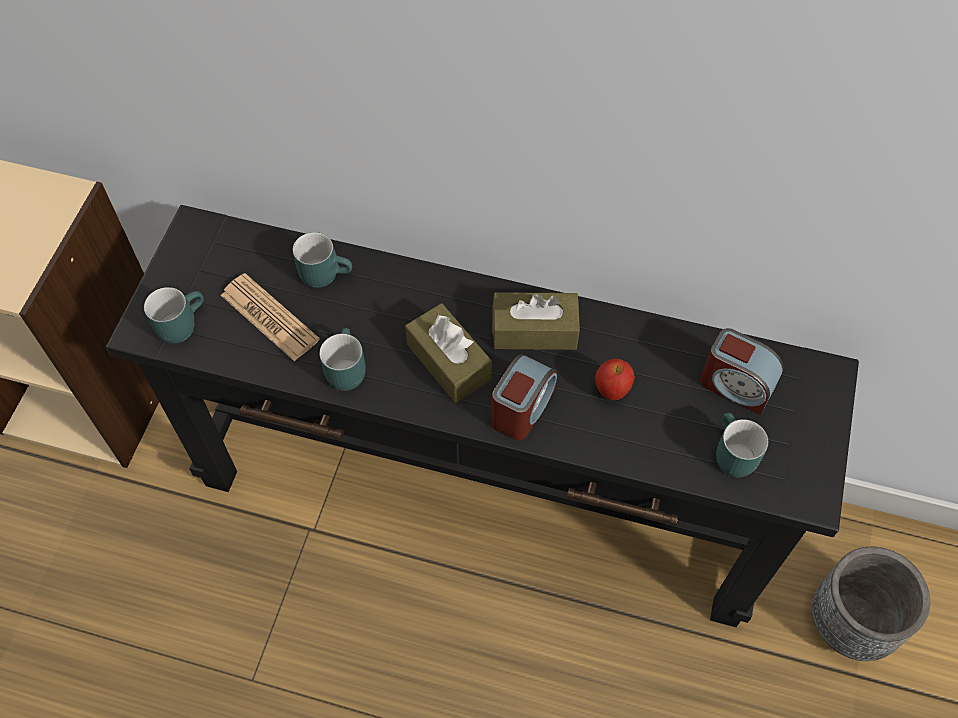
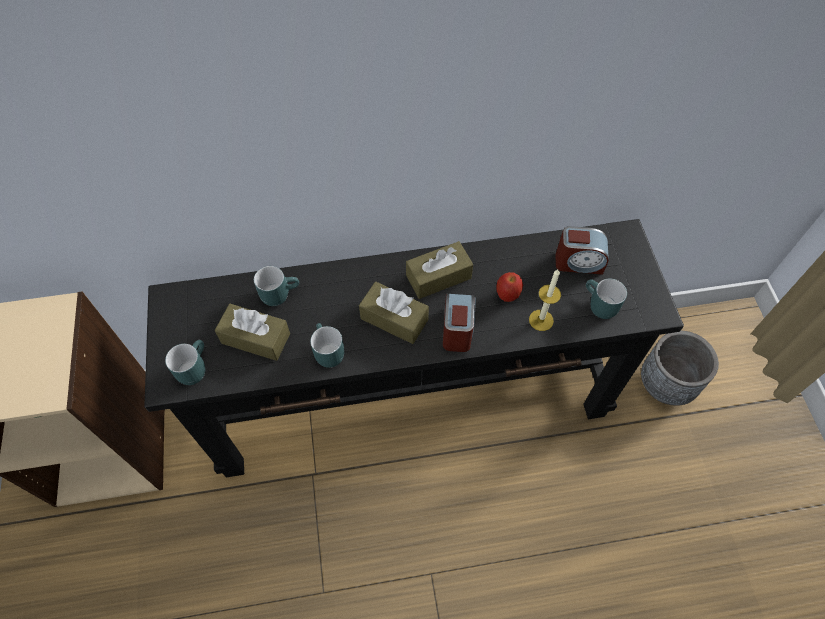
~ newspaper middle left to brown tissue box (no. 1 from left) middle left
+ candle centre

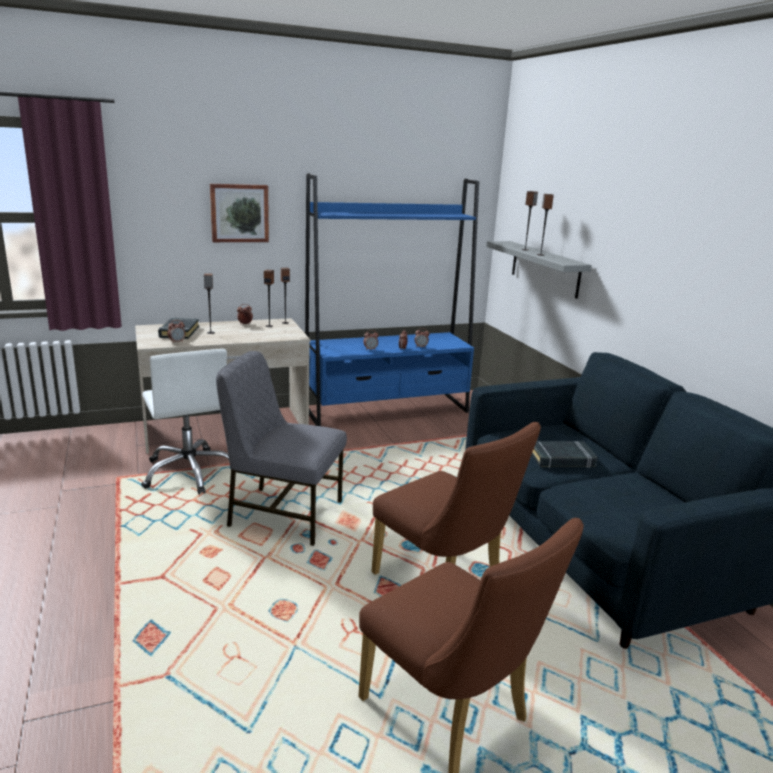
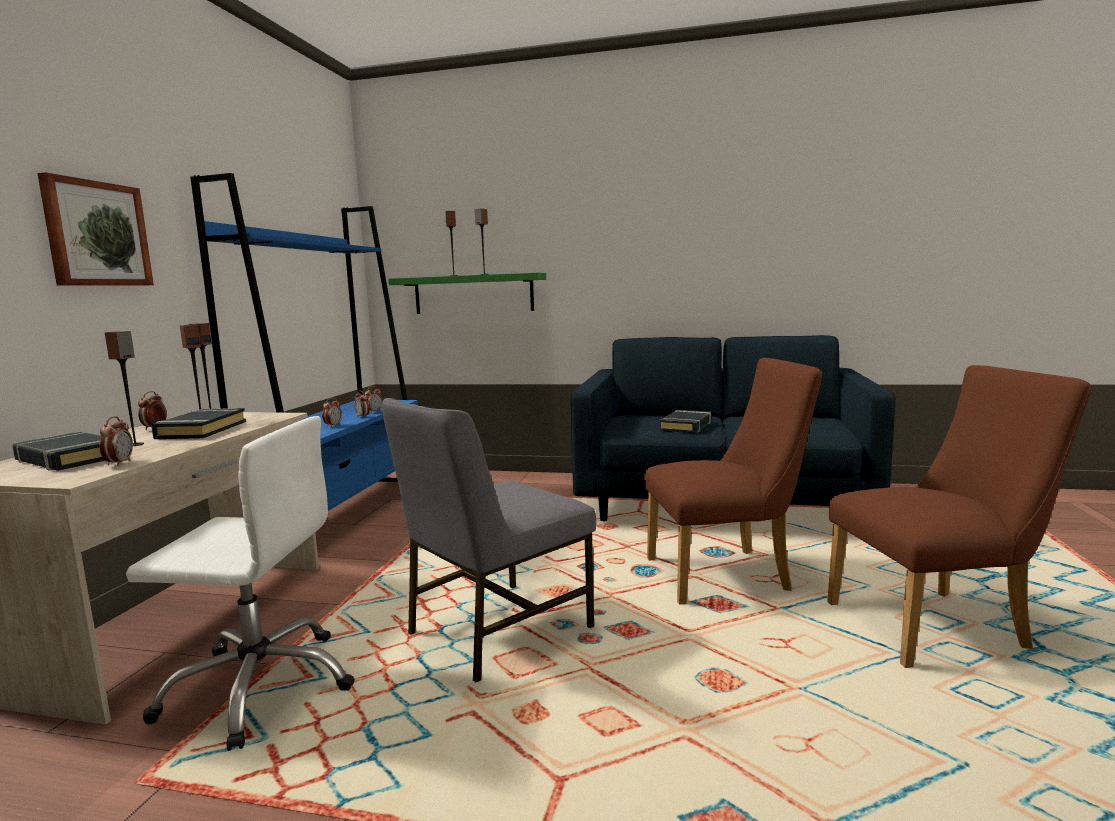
~ grey shelf middle right to green shelf centre
+ black book (no. 2 from left) middle left

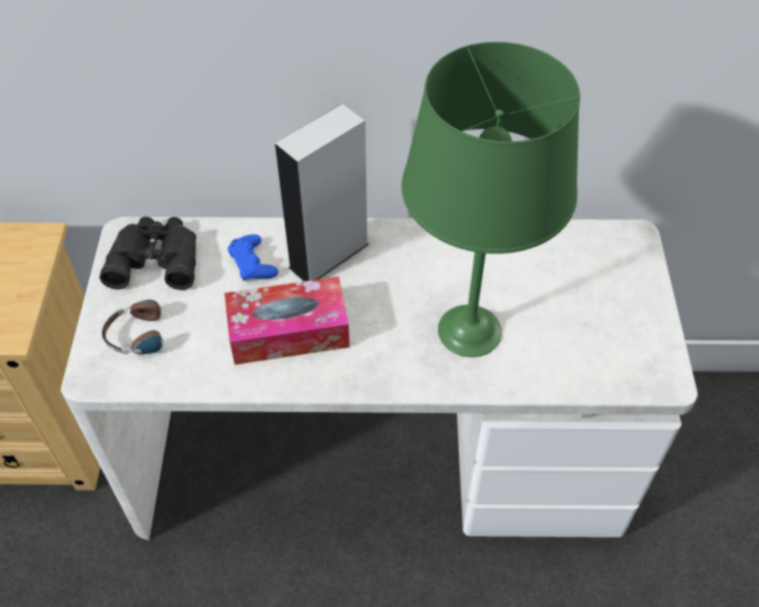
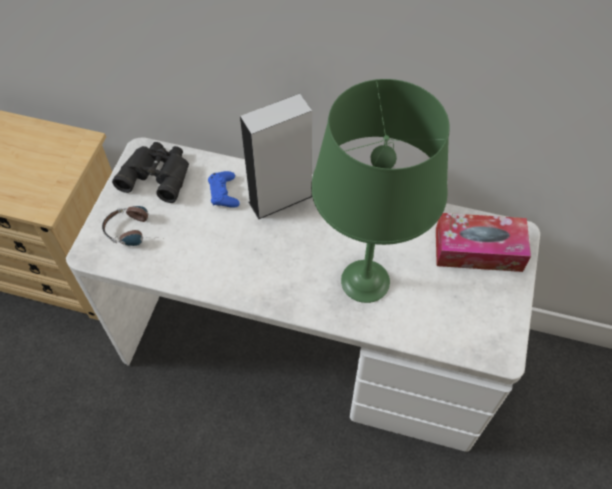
~ tissue box centre to middle right

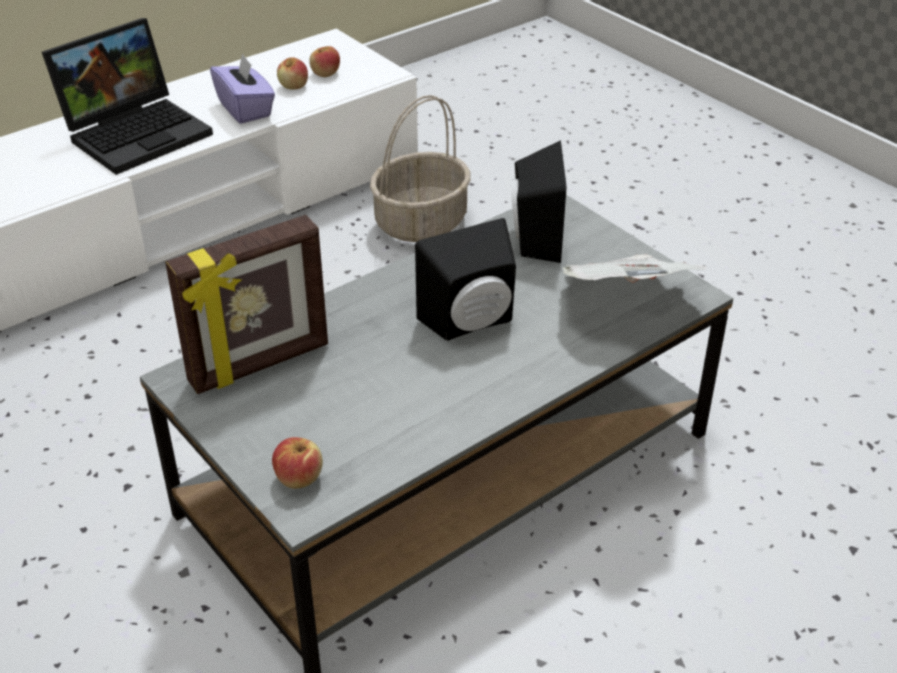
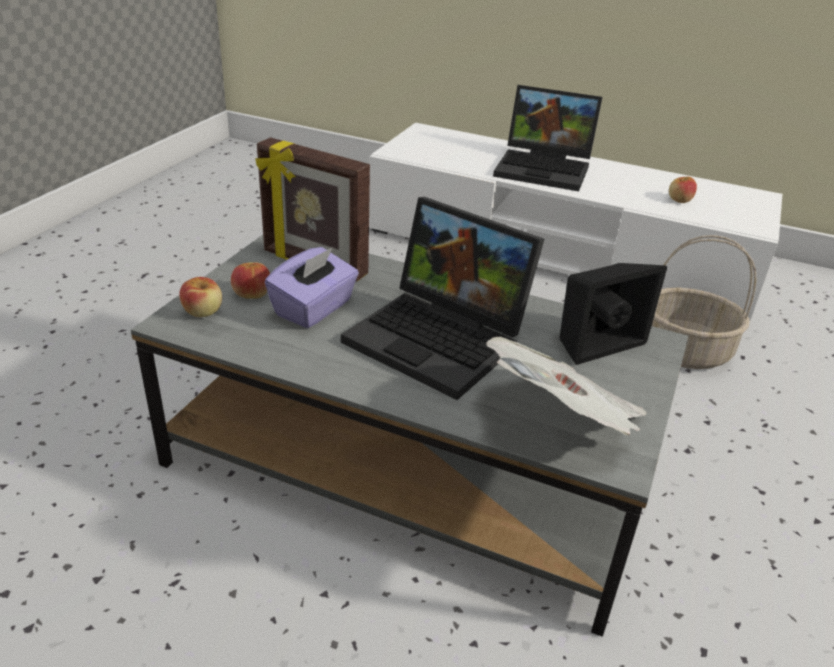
~ purple tissue box top left to centre
~ apple (no. 3 from left in the first image) top centre to apple (no. 2 from left) middle left
~ black speaker (no. 1 from left) centre to laptop (no. 1 from left) centre

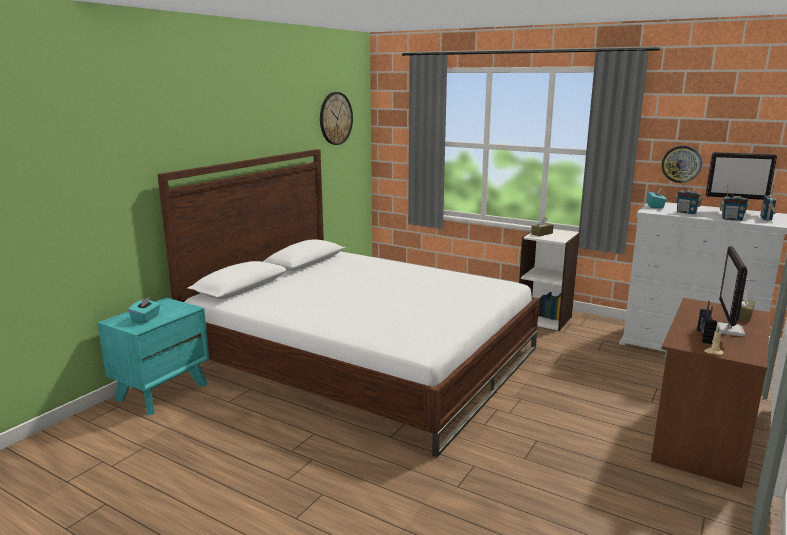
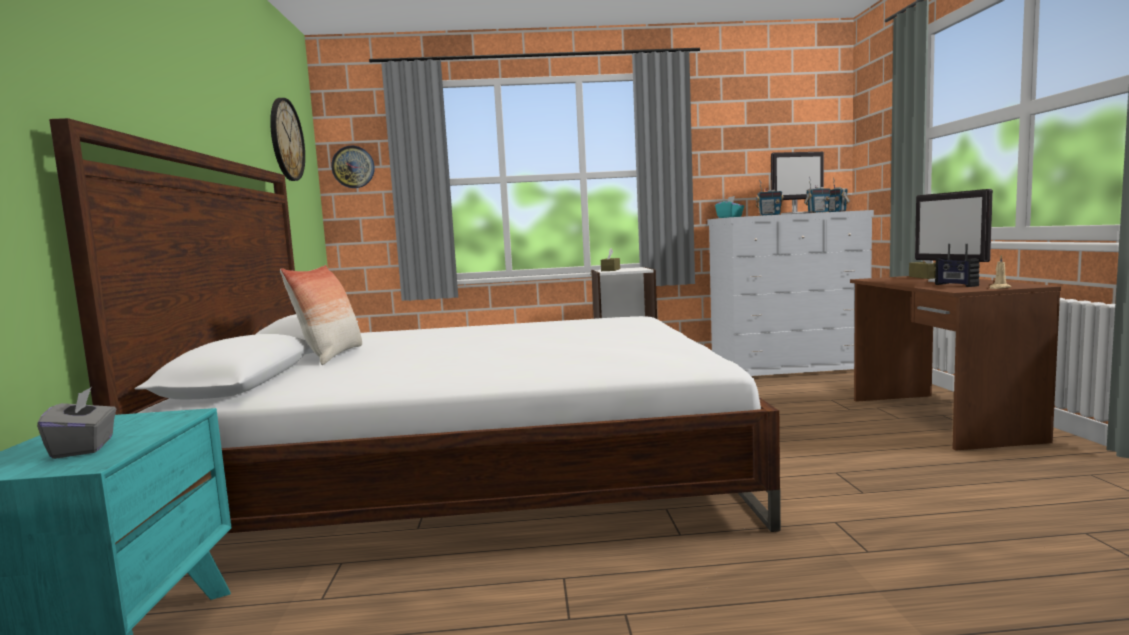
~ turquoise tissue box (no. 1 from left) middle left to grey tissue box middle left
~ wall clock (no. 2 from left) top right to top left
+ pillow middle left

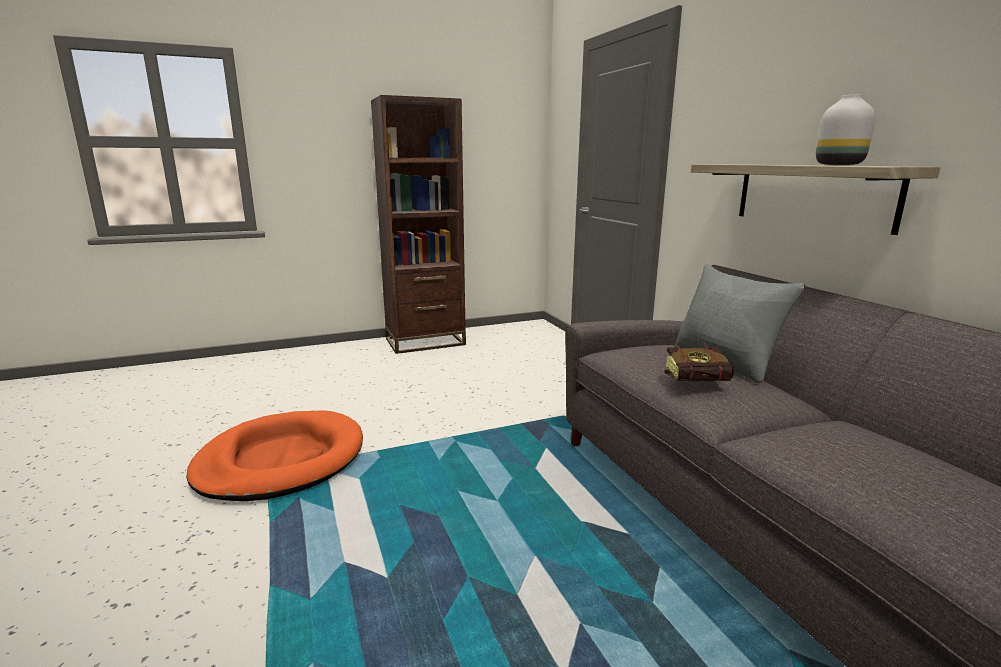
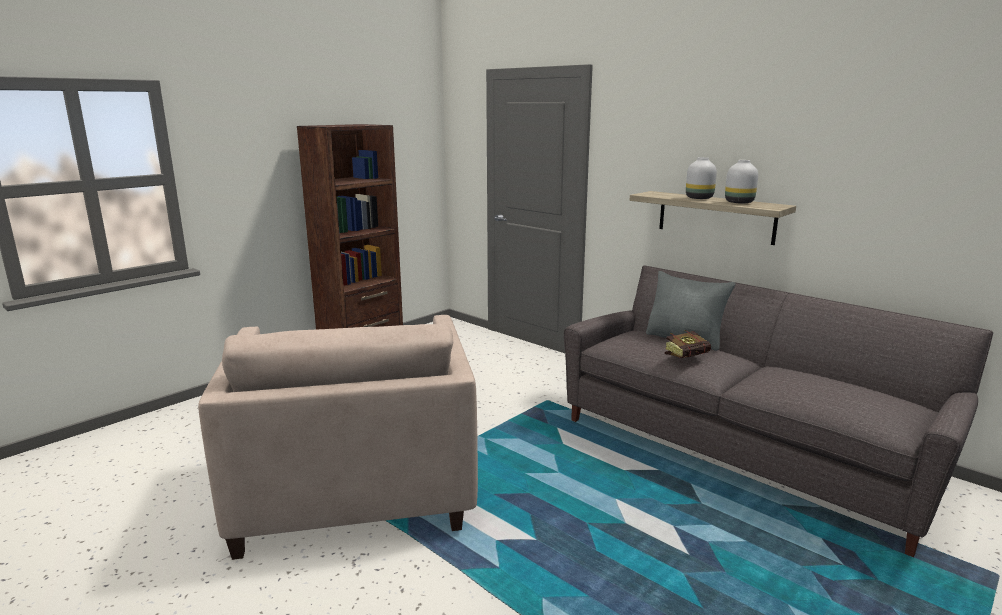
~ orange dog bed bottom left to beige armchair bottom centre
+ white vase (no. 1 from left) top right

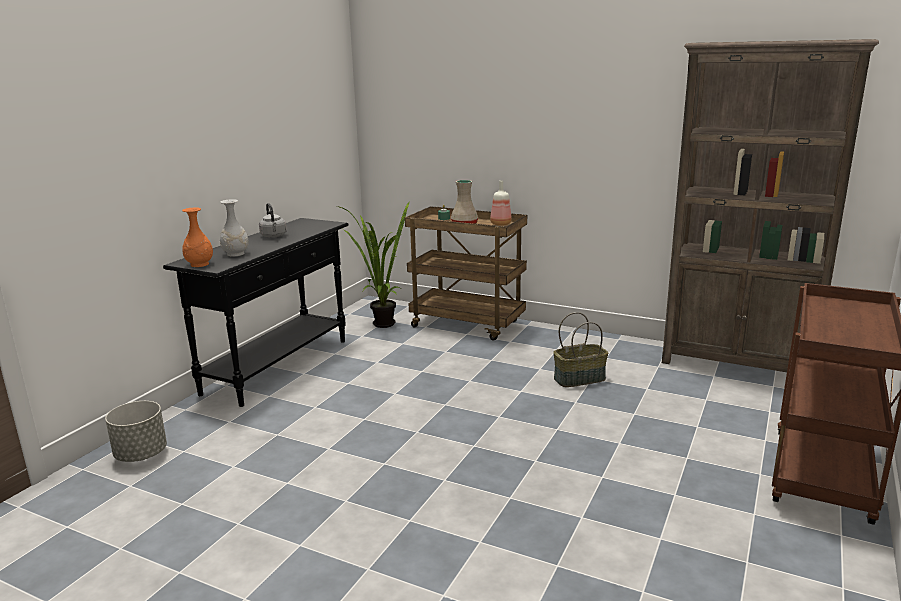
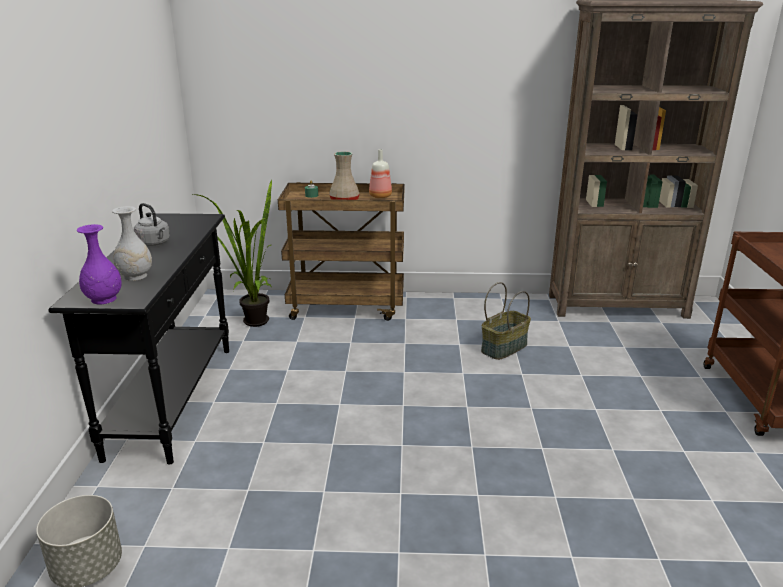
~ orange vase middle left to purple vase middle left

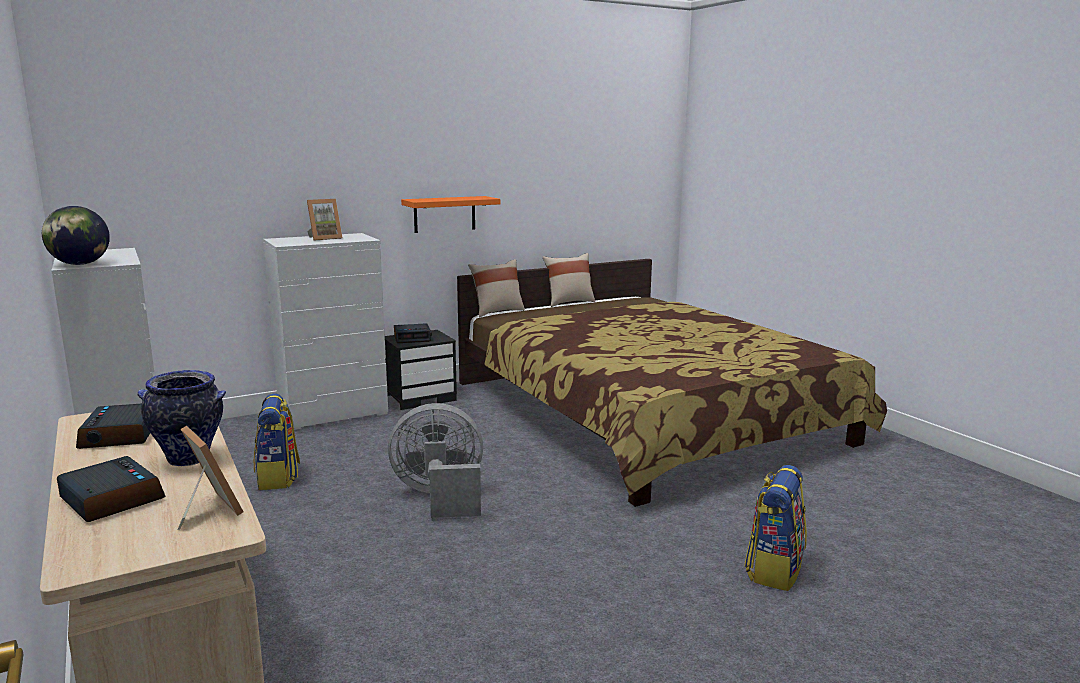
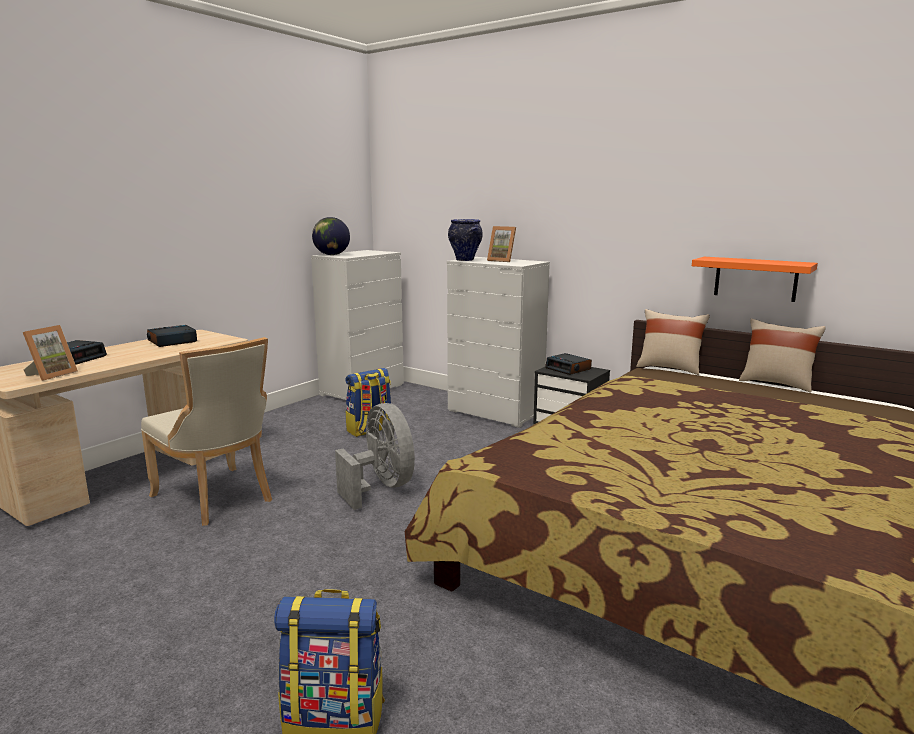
~ vase middle left to top centre
~ orange shelf top centre to middle right
+ beige chair middle left

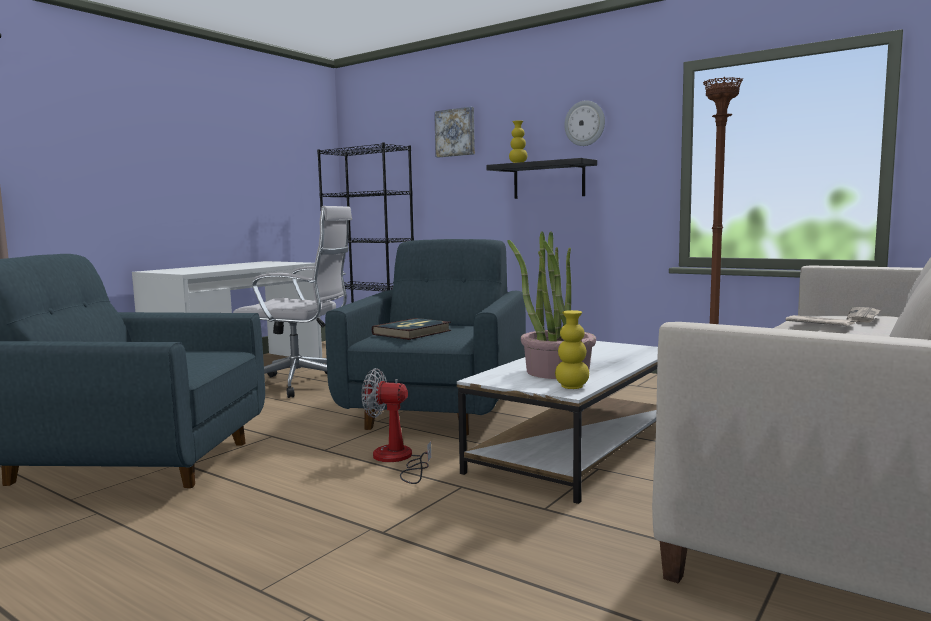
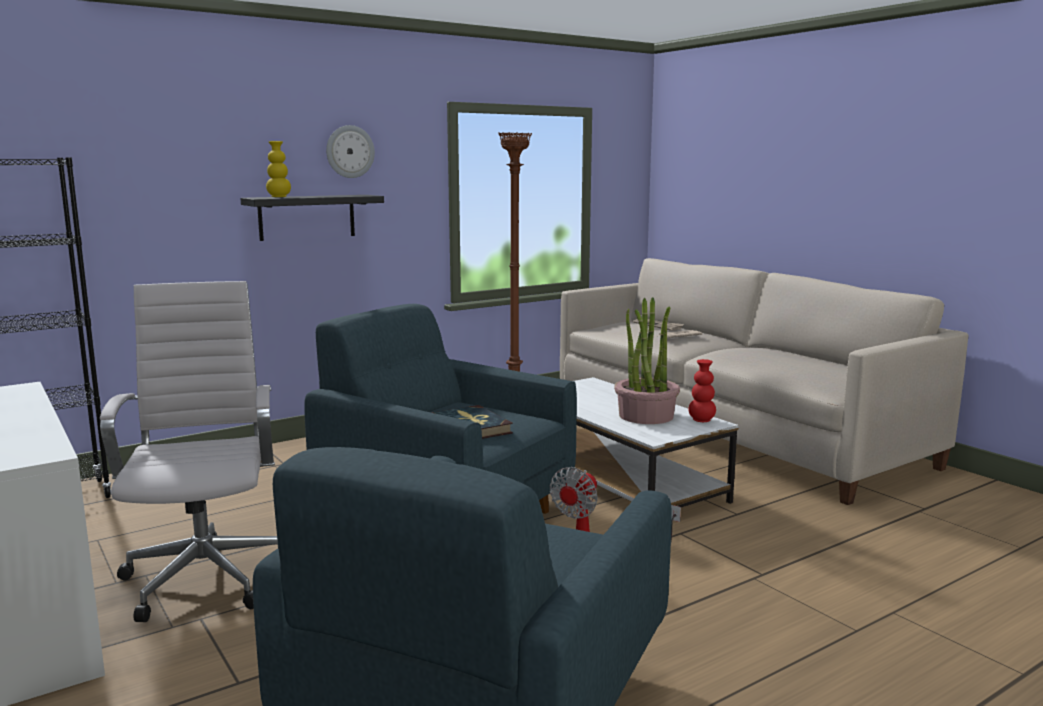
~ white office chair middle left = middle left 45 degrees counterclockwise
- picture top centre
~ yellow vase (no. 2 from left) centre to red vase middle right

